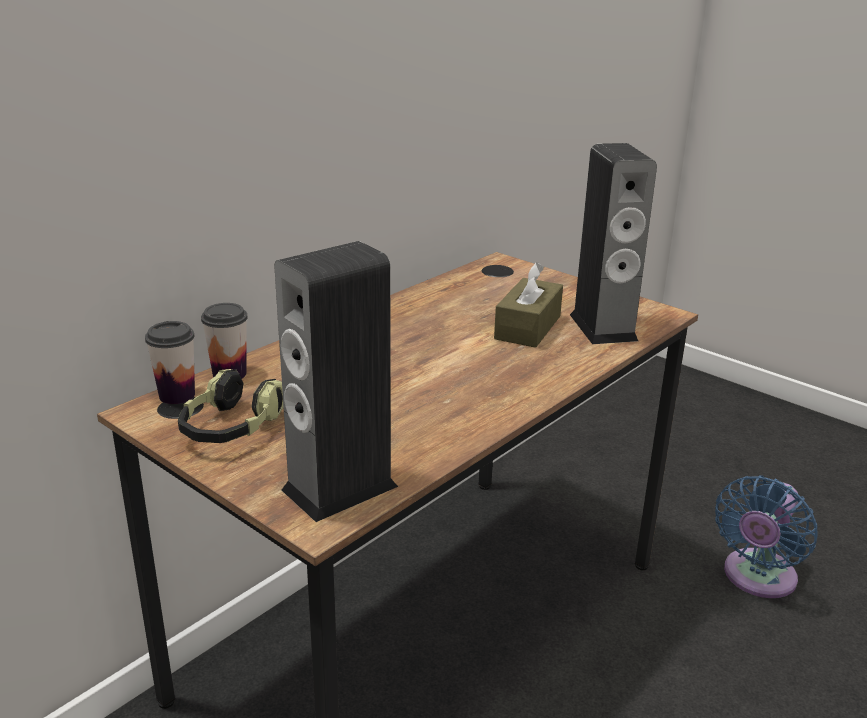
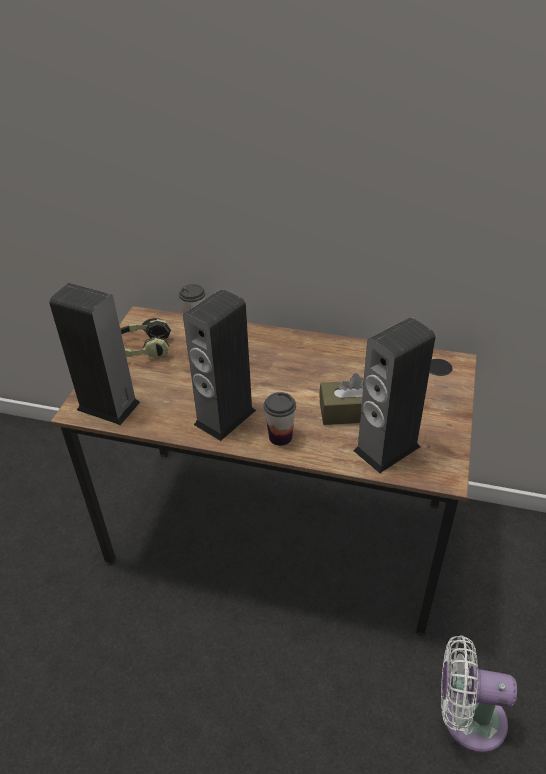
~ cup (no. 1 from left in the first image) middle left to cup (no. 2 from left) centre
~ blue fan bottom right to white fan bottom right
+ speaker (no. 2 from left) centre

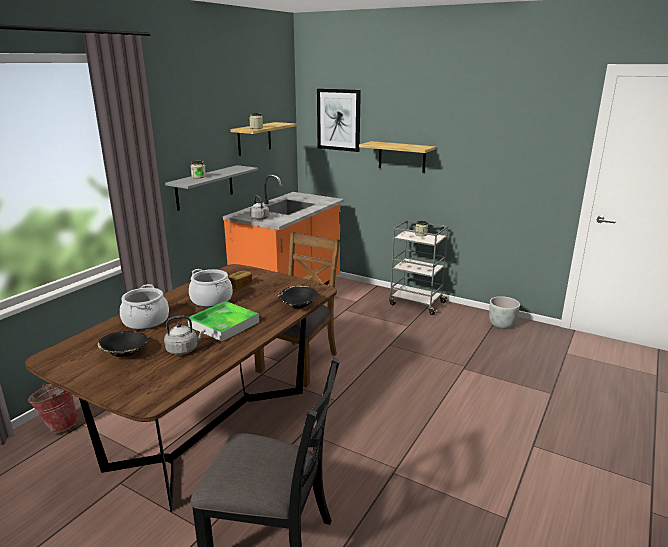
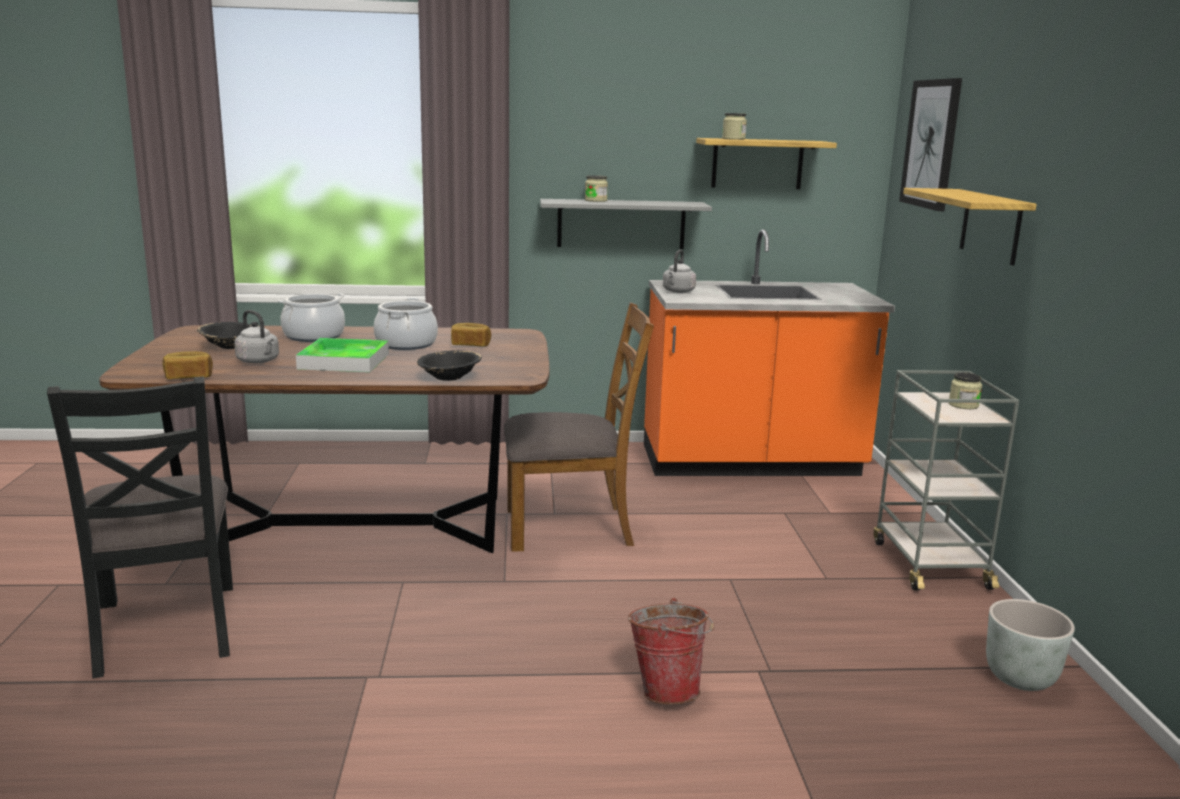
~ bucket bottom left to bottom centre
+ bread (no. 1 from left) middle left

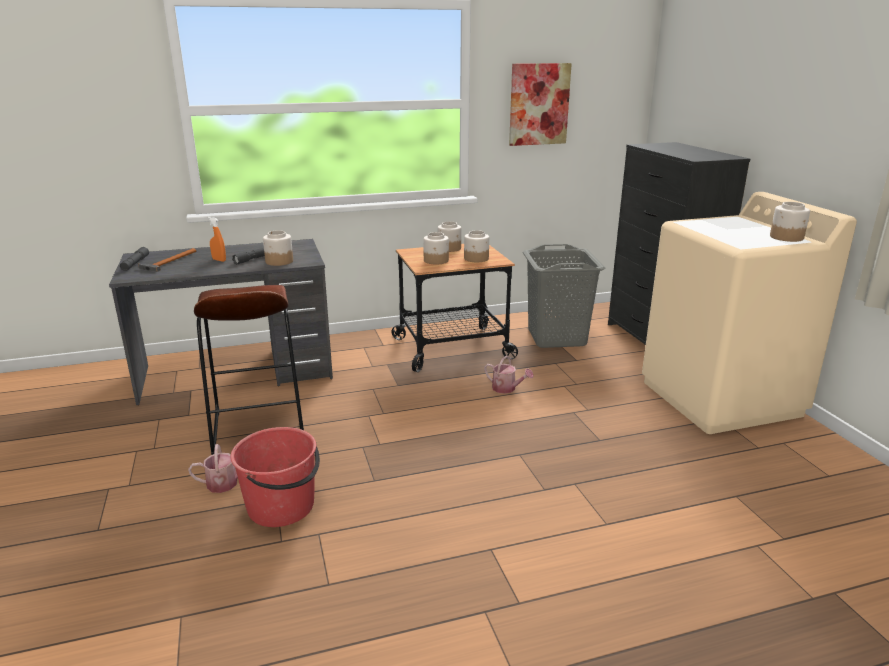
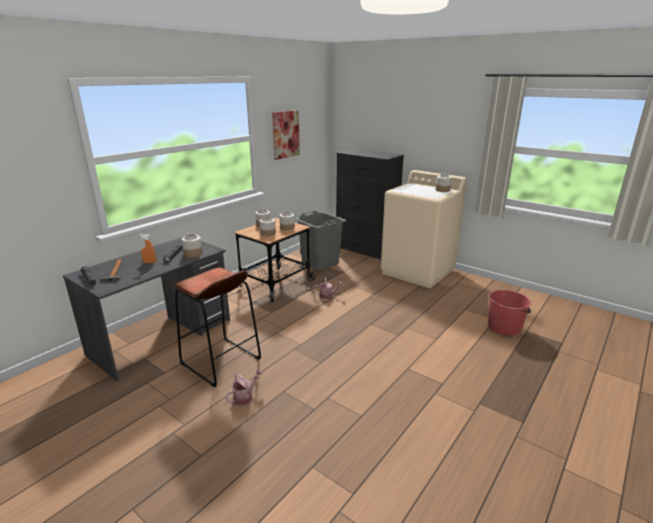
~ red bucket bottom left to middle right

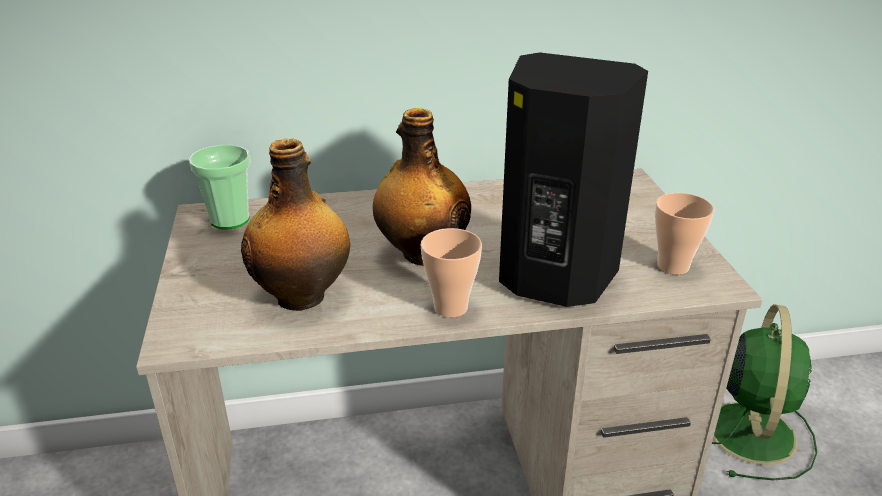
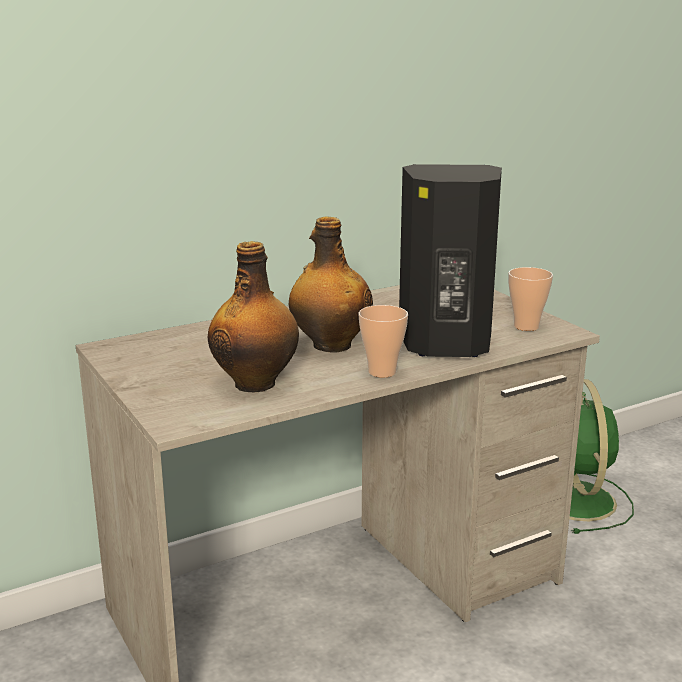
- cup (no. 1 from left) middle left

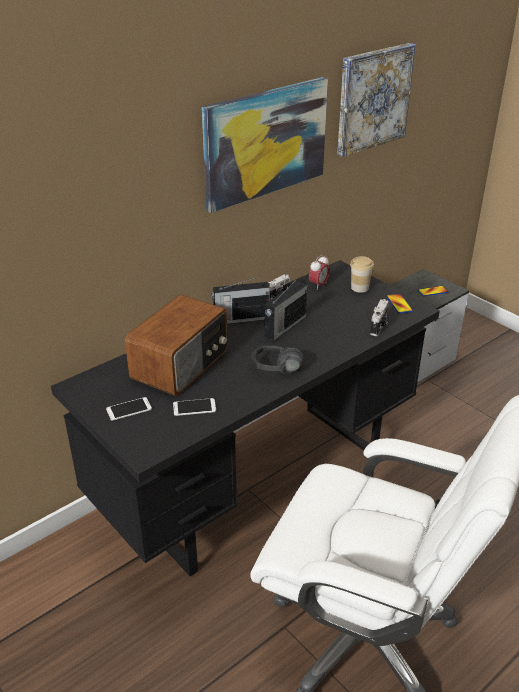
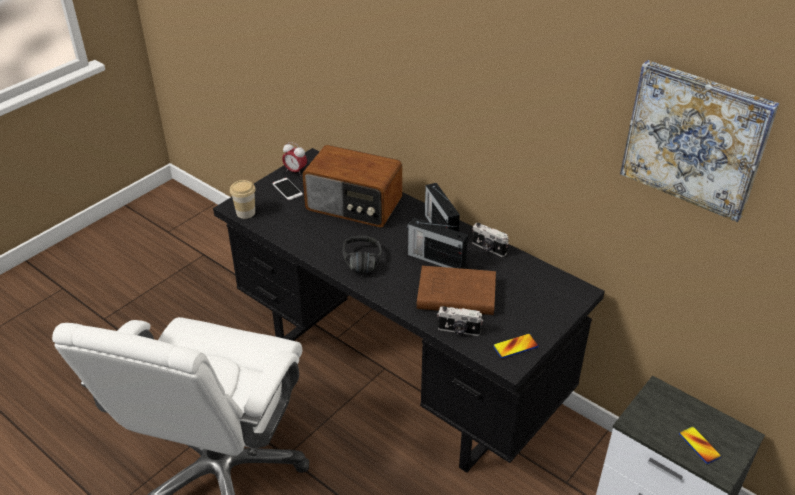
- phone (no. 2 from left) centre
- picture (no. 1 from left) top centre
~ alarm clock centre to top centre
~ cup middle right to middle left
+ brown book centre

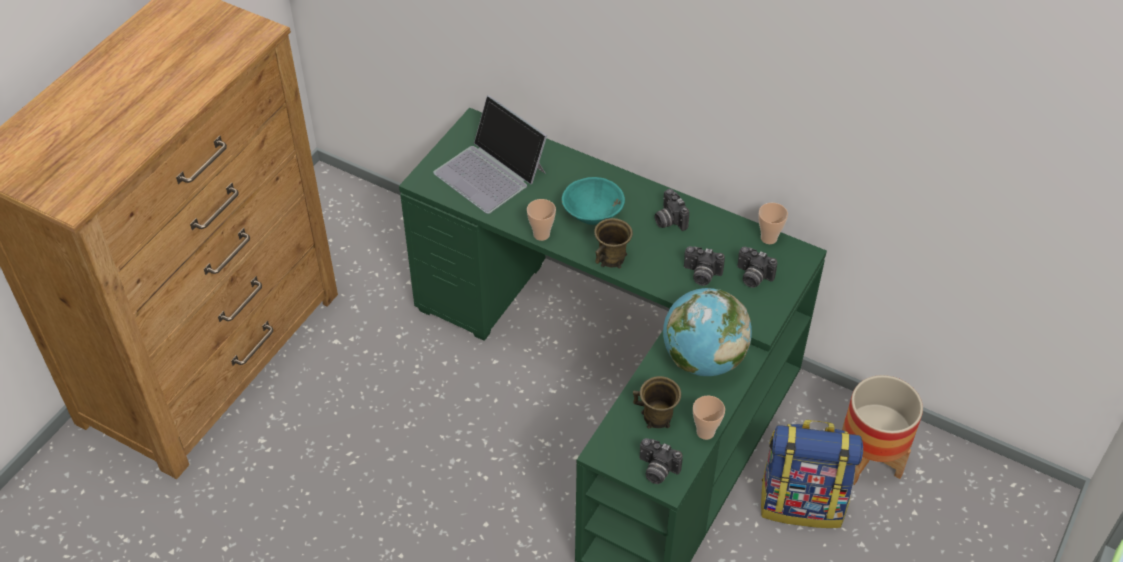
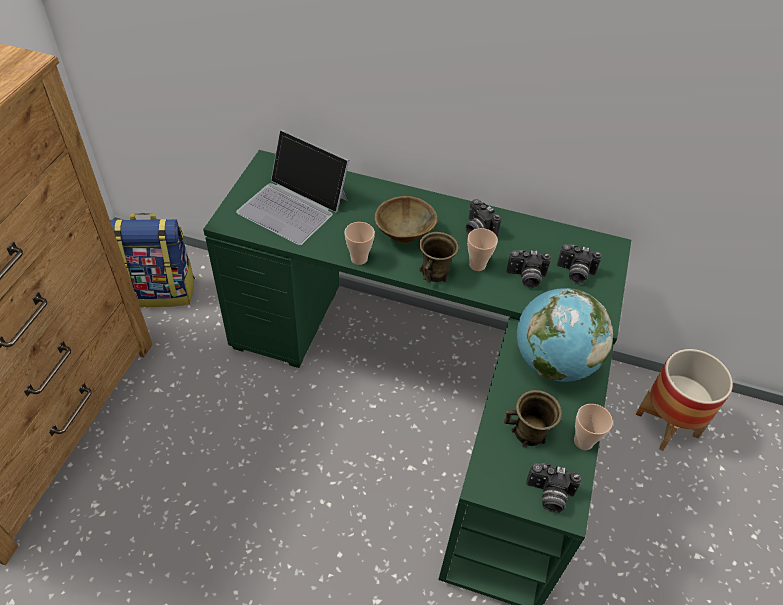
~ turquoise bowl centre to brown bowl centre
~ cup (no. 3 from left in the first image) middle right to cup (no. 2 from left) centre
~ backpack bottom right to middle left

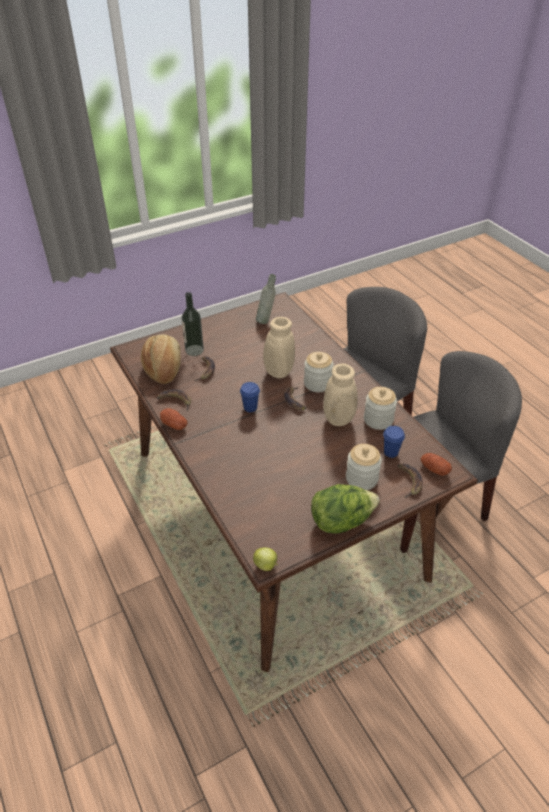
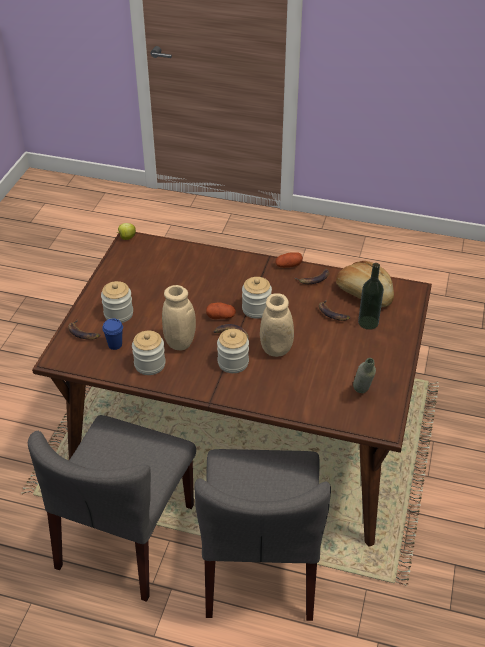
~ blue cup (no. 1 from left) centre to jar (no. 4 from left) centre
- lettuce centre
~ potato (no. 2 from left in the first image) middle right to potato (no. 1 from left) centre

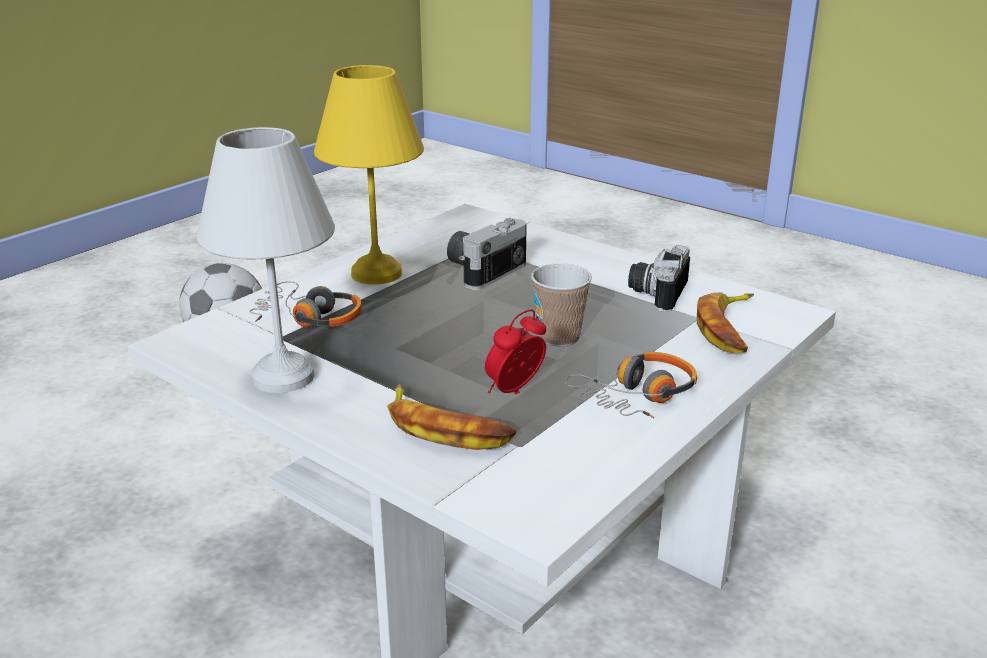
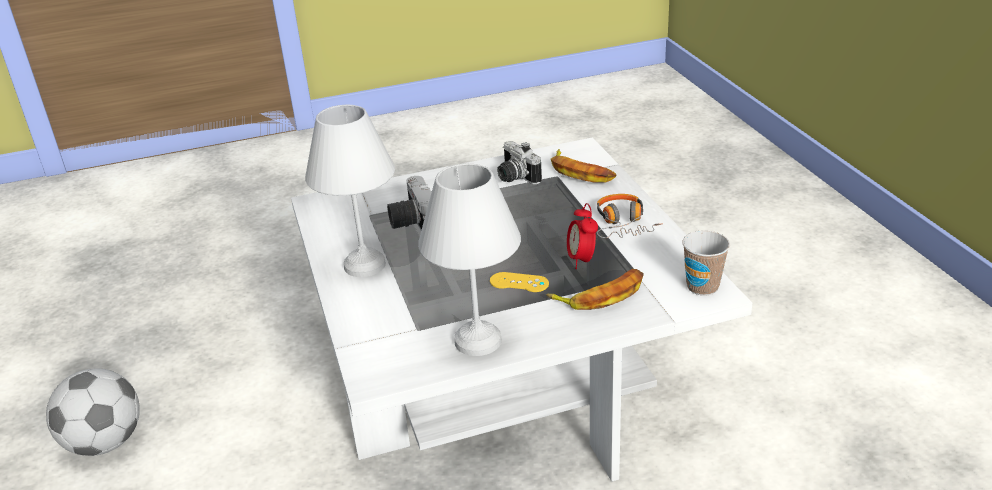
- headphones (no. 1 from left) middle left
~ yellow table lamp top centre to white table lamp (no. 1 from left) centre
~ cup centre to middle right
+ yellow game controller centre

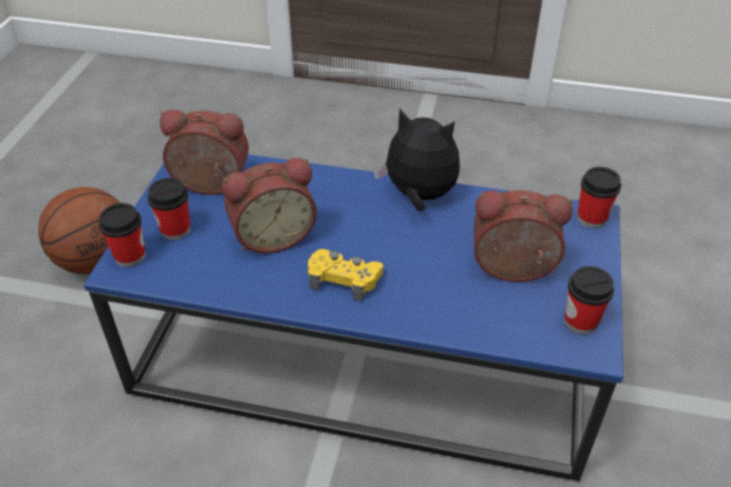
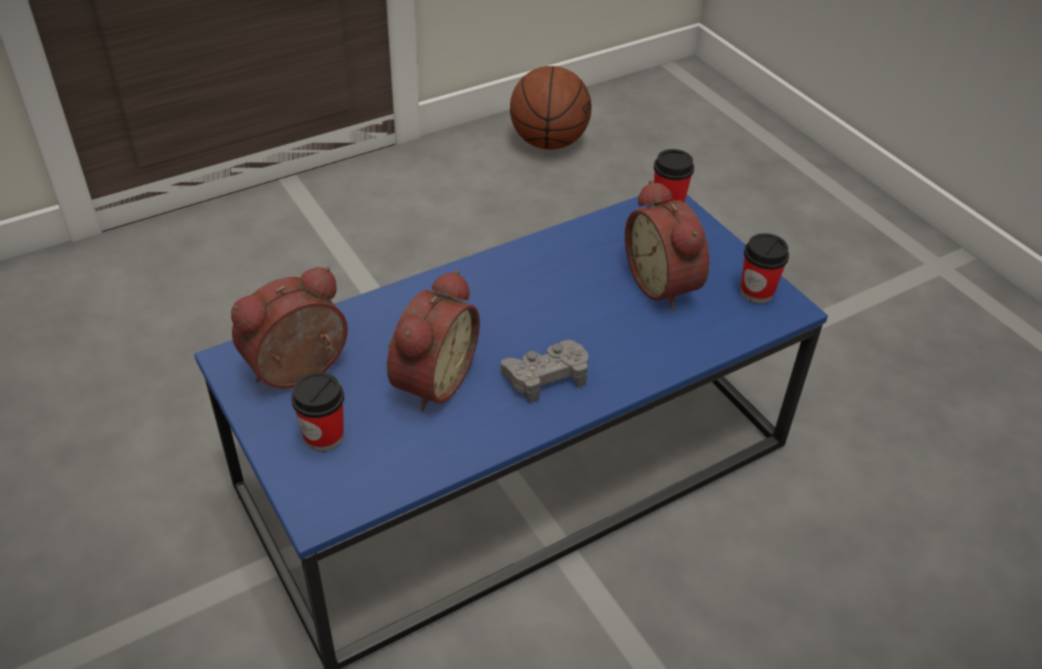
~ basketball middle left to top centre
- cup (no. 1 from left) middle left
~ yellow game controller centre to grey game controller centre
- plush toy top centre
~ alarm clock (no. 3 from left) middle right = centre 75 degrees counterclockwise

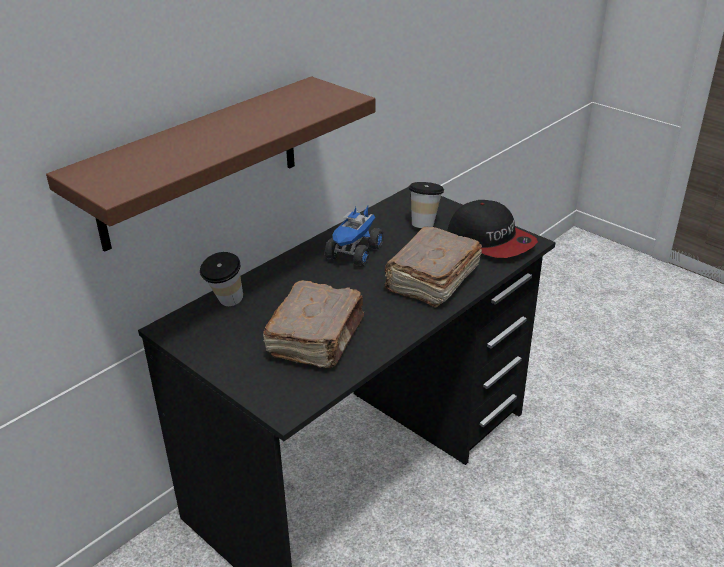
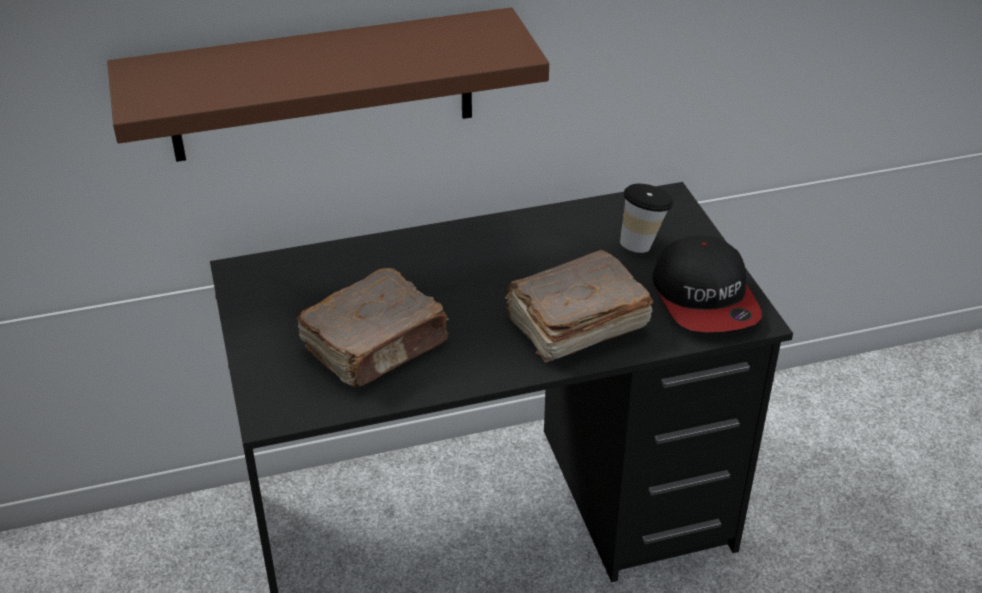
- cup (no. 1 from left) middle left
- toy truck centre

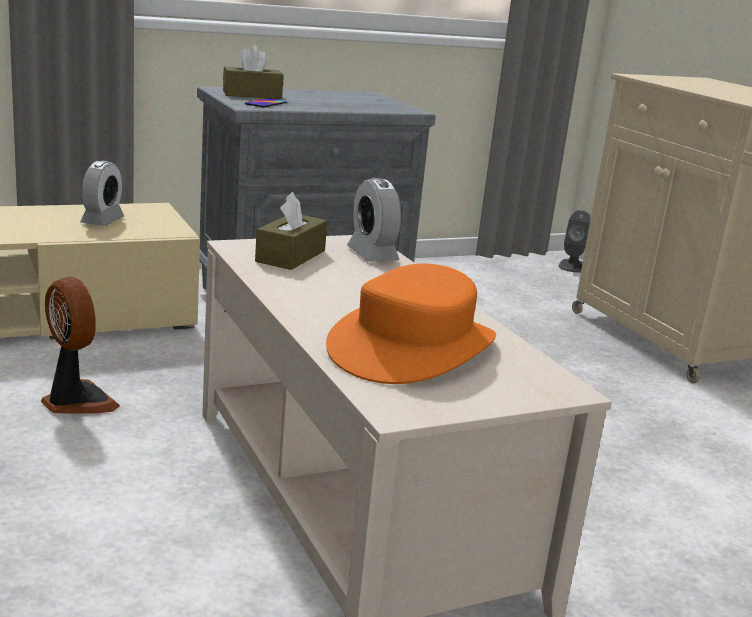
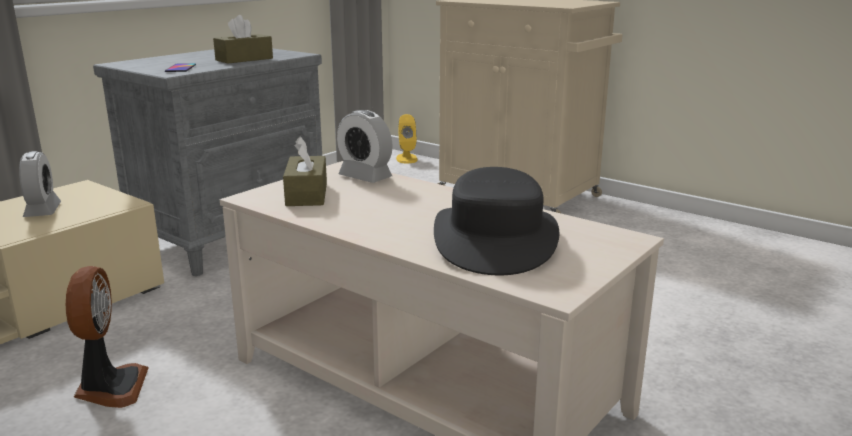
~ fan middle left = bottom left 60 degrees clockwise
~ brown tissue box (no. 1 from left) top centre to top left
~ orange hat centre to black hat centre
~ grey speaker middle right to yellow speaker top centre

